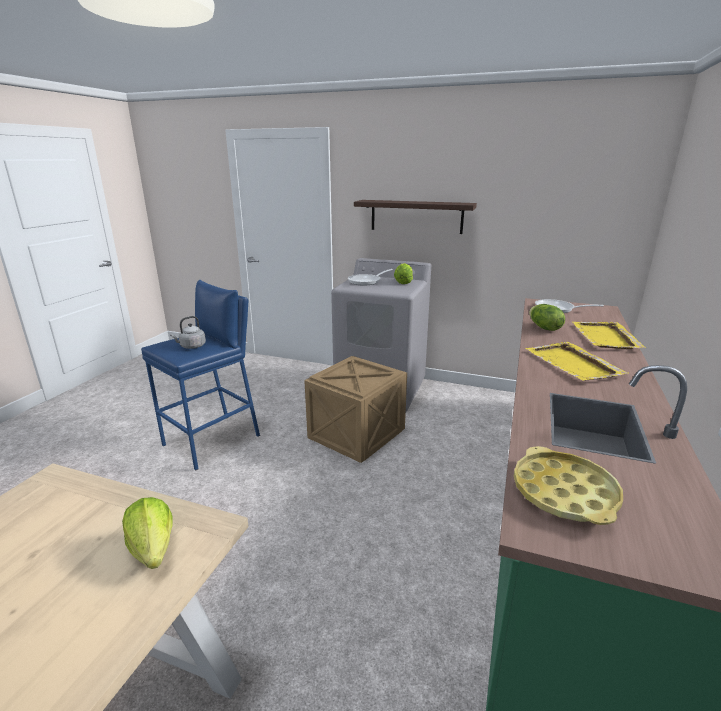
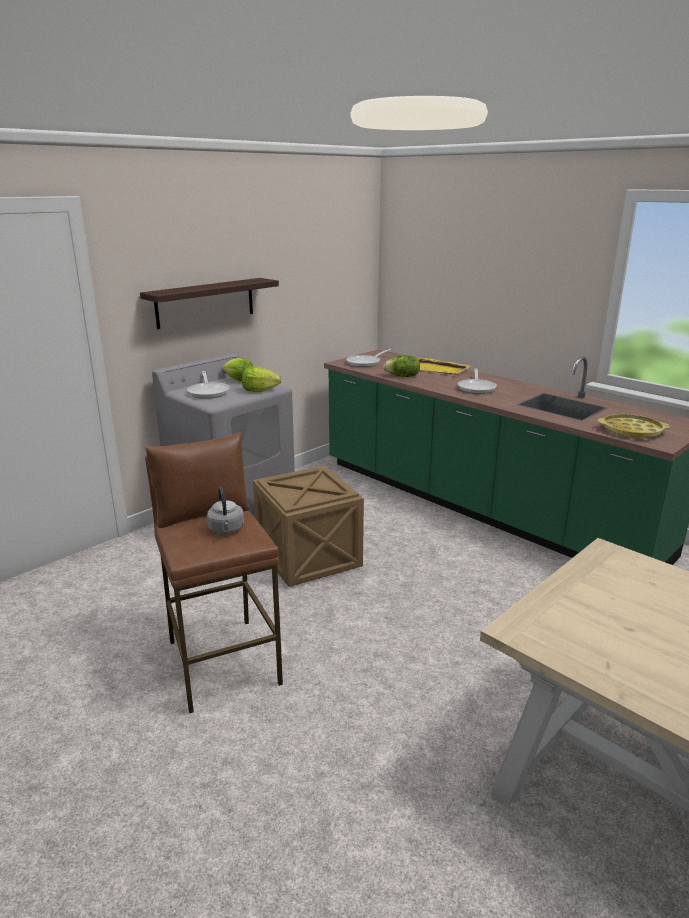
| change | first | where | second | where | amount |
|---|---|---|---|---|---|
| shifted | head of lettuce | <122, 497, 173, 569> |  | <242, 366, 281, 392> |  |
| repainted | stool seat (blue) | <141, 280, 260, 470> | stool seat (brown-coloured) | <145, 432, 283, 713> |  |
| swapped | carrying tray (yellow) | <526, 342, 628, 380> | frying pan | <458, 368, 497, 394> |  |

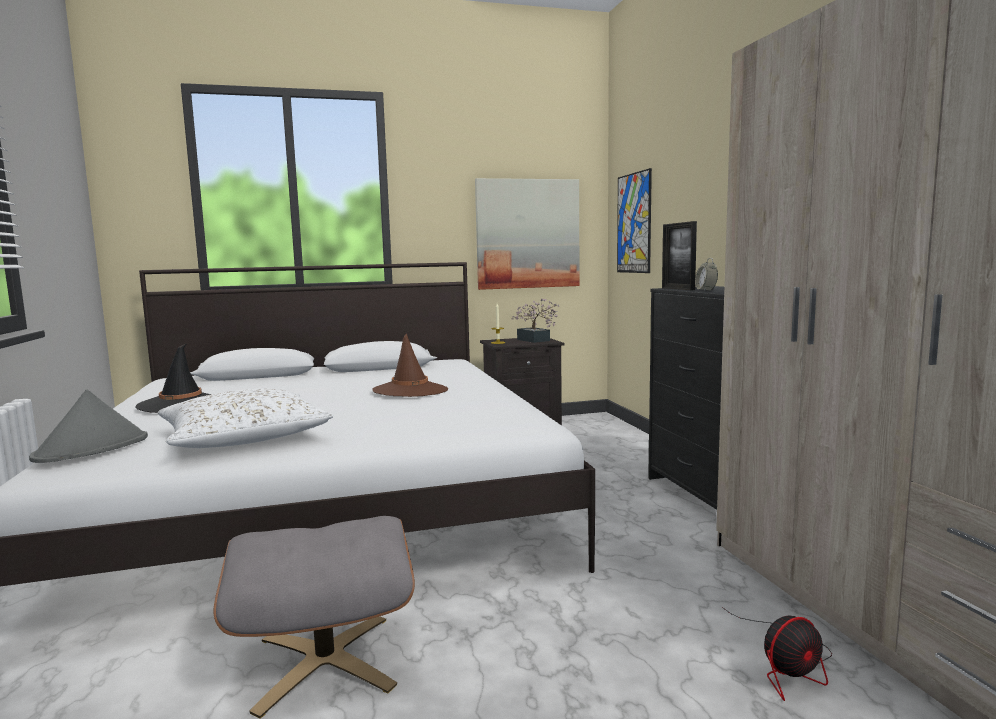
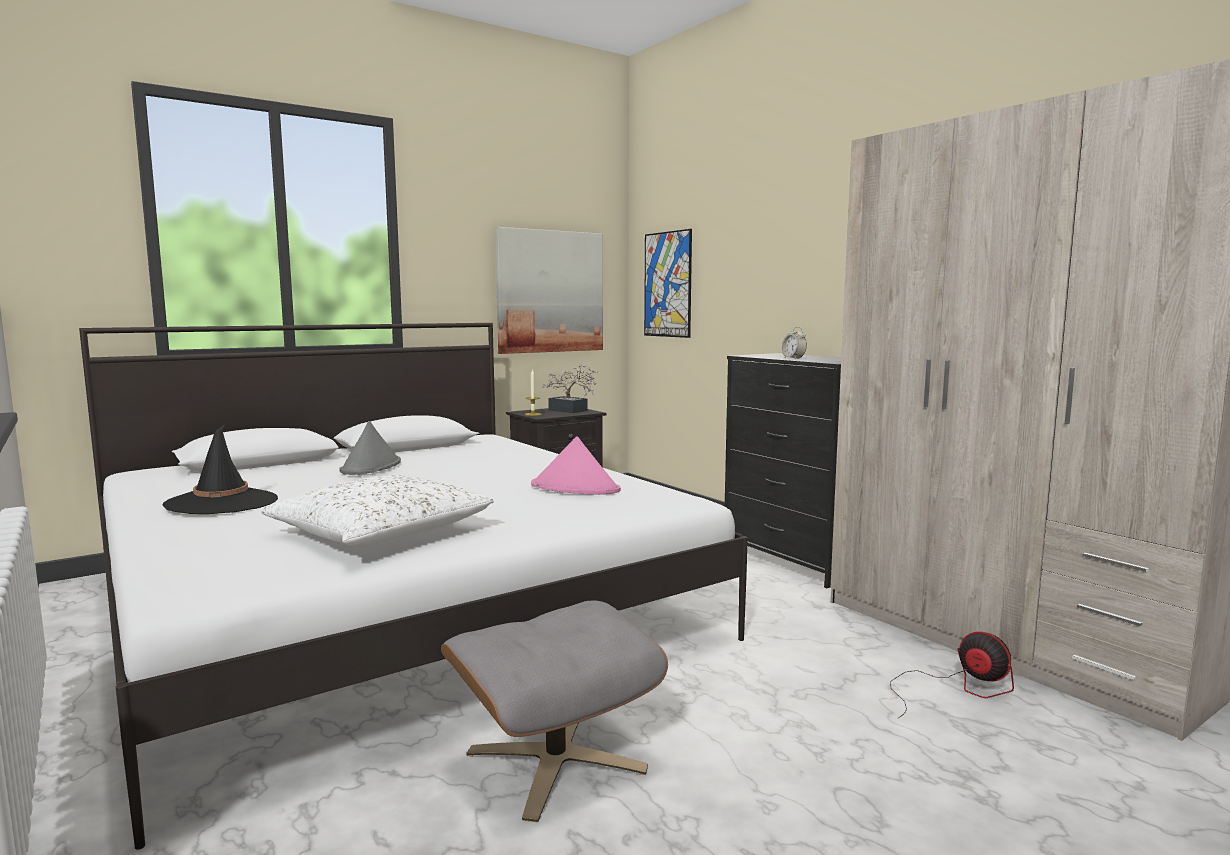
| change | first | where | second | where | amount |
|---|---|---|---|---|---|
| shifted | wearable hat (grey) | <29, 390, 148, 463> |  | <339, 421, 401, 475> |  |
| gone | wearable hat (brown-coloured) | <372, 333, 448, 397> |  |  |  |
| gone | picture frame | <662, 221, 697, 290> |  |  |  |
| rotated | electric fan | <722, 607, 832, 701> |  | <890, 632, 1014, 718> | 90 degrees counterclockwise |
| new |  |  | wearable hat (pink) | <531, 436, 621, 495> |  |

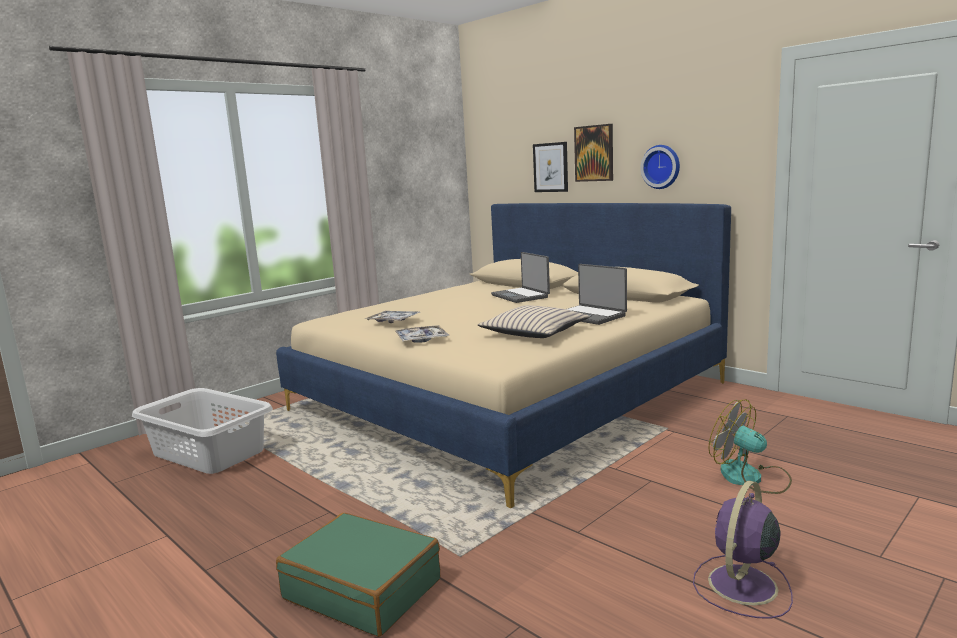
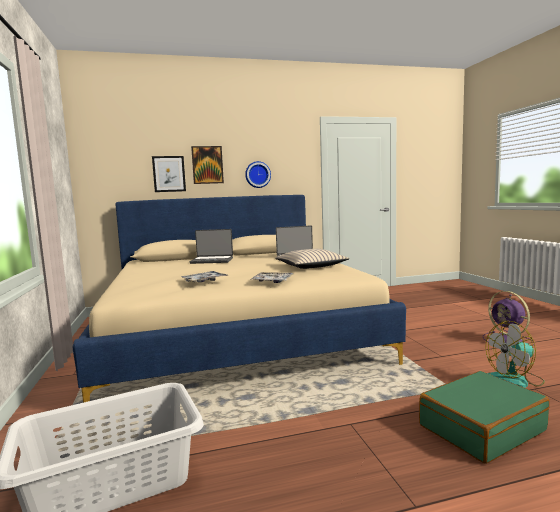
| change | first | where | second | where | amount |
|---|---|---|---|---|---|
| shifted | electric fan | <708, 399, 792, 494> |  | <486, 321, 545, 388> |  |

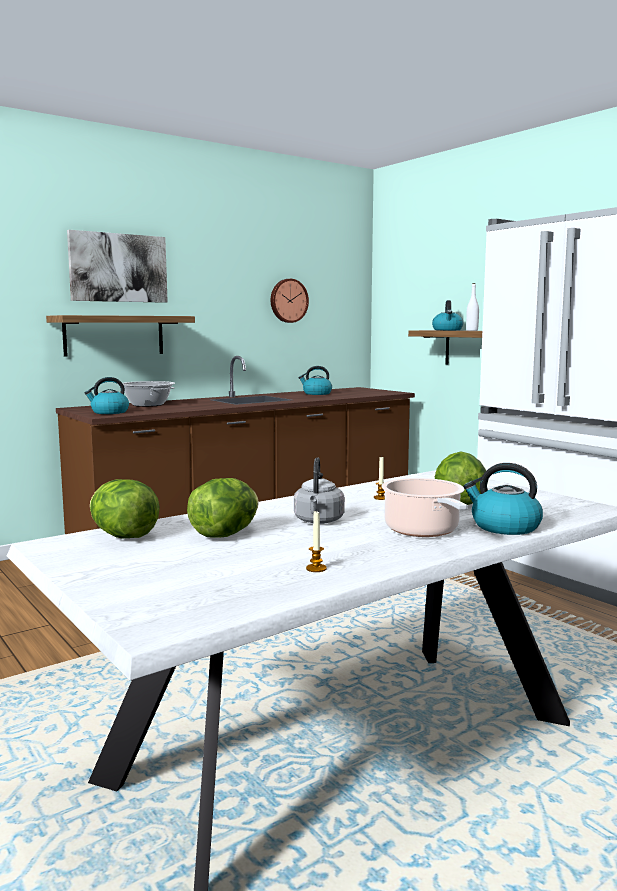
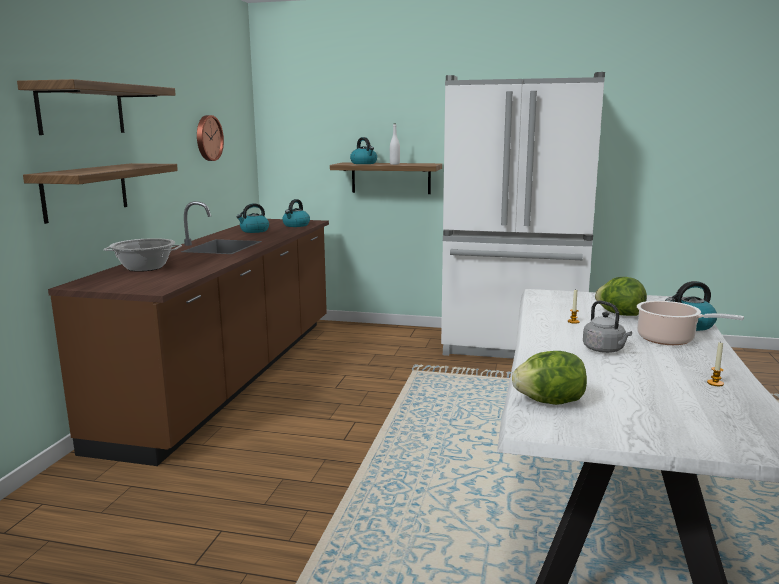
| change | first | where | second | where | amount |
|---|---|---|---|---|---|
| swapped | wall picture | <67, 230, 168, 303> | bracket shelf | <17, 79, 176, 135> |  |
| shifted | water kettle | <84, 377, 129, 414> |  | <282, 199, 310, 227> |  |
| gone | head of lettuce | <187, 478, 259, 538> |  |  |  |

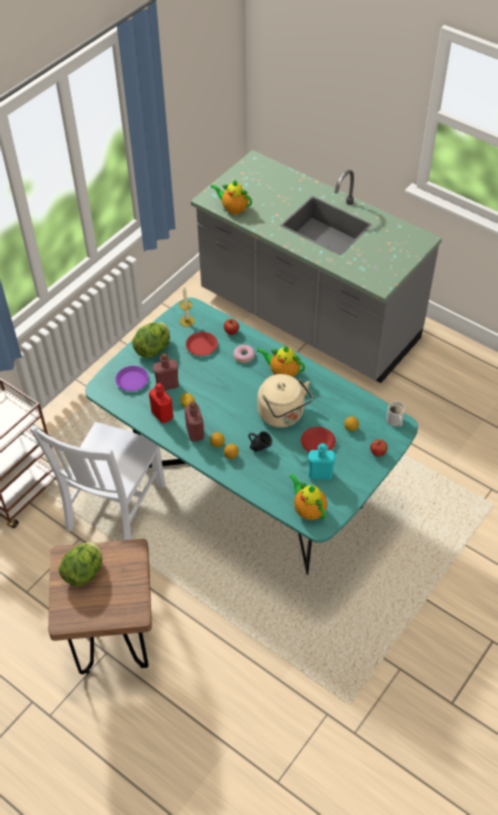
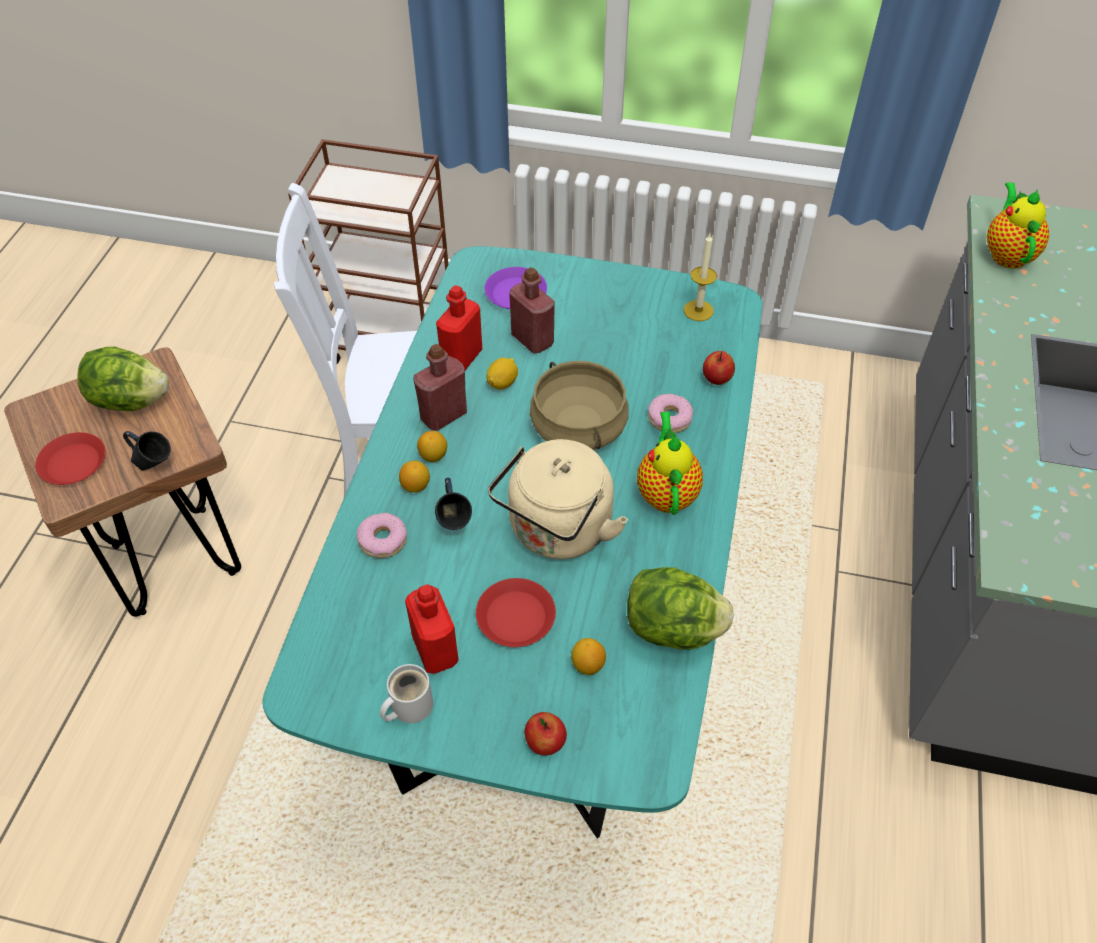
| change | first | where | second | where | amount |
|---|---|---|---|---|---|
| shifted | head of lettuce | <132, 322, 170, 358> |  | <627, 567, 734, 650> |  |
| shifted | flat dish (red) | <186, 332, 218, 356> |  | <35, 432, 106, 485> |  |
| gone | teapot | <289, 474, 327, 520> |  |  |  |
| repainted | drink bottle (blue-green) | <309, 443, 335, 480> | drink bottle (red) | <405, 584, 459, 674> |  |
| shifted | coffee mug (white) | <386, 402, 405, 427> |  | <380, 664, 433, 723> |  |
| new |  |  | coffee mug (blue) | <123, 431, 171, 470> |  |
| new |  |  | ring doughnut | <356, 513, 407, 558> |  |
| new |  |  | stockpot (beige-coloured) | <530, 361, 629, 450> |  |

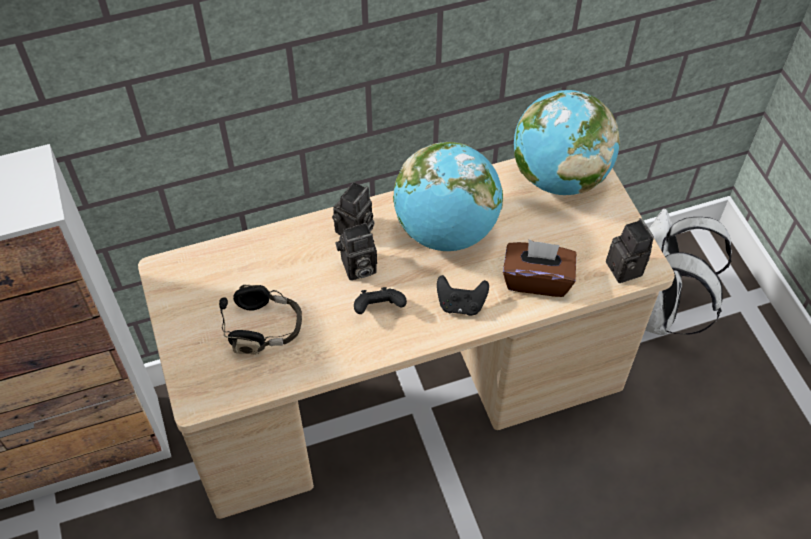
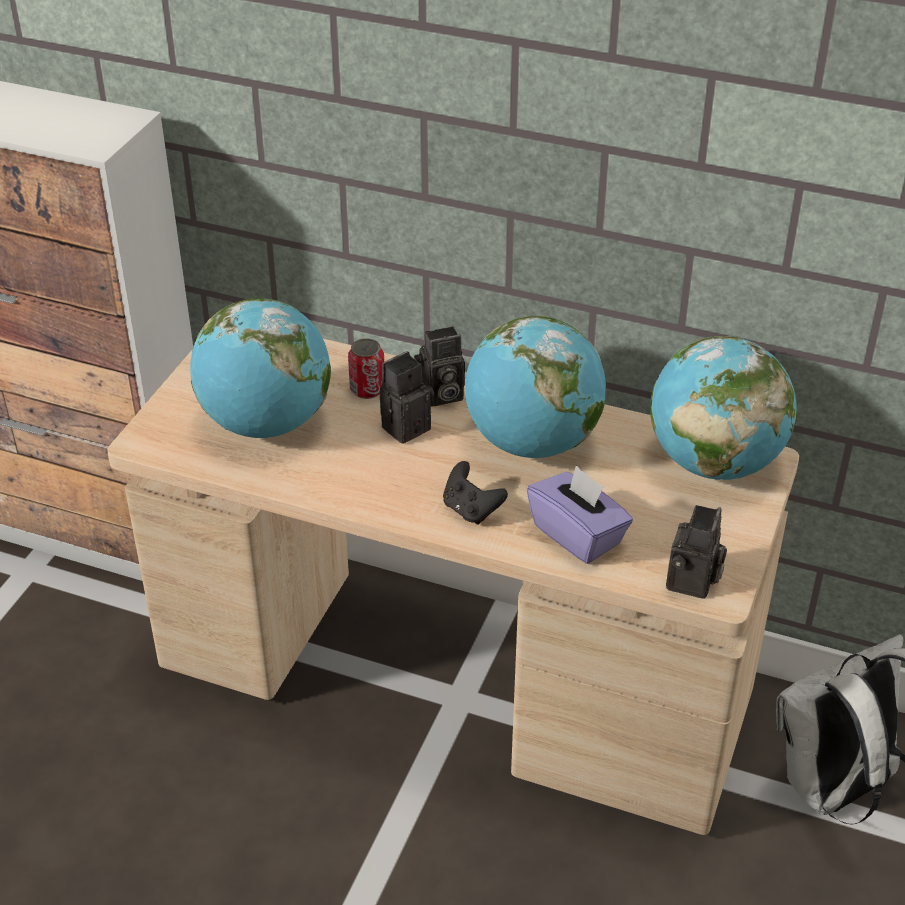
| change | first | where | second | where | amount |
|---|---|---|---|---|---|
| swapped | headset (black) | <219, 285, 302, 355> | globe | <190, 298, 331, 438> |  |
| rotated | still camera | <335, 223, 377, 280> |  | <380, 351, 434, 444> | 120 degrees clockwise |
| gone | gamepad (black) | <354, 287, 407, 314> |  |  |  |
| repainted | tissue box (brown-coloured) | <503, 240, 576, 297> | tissue box (purplish) | <527, 465, 633, 564> |  |
| new |  |  | can | <348, 339, 384, 399> |  |

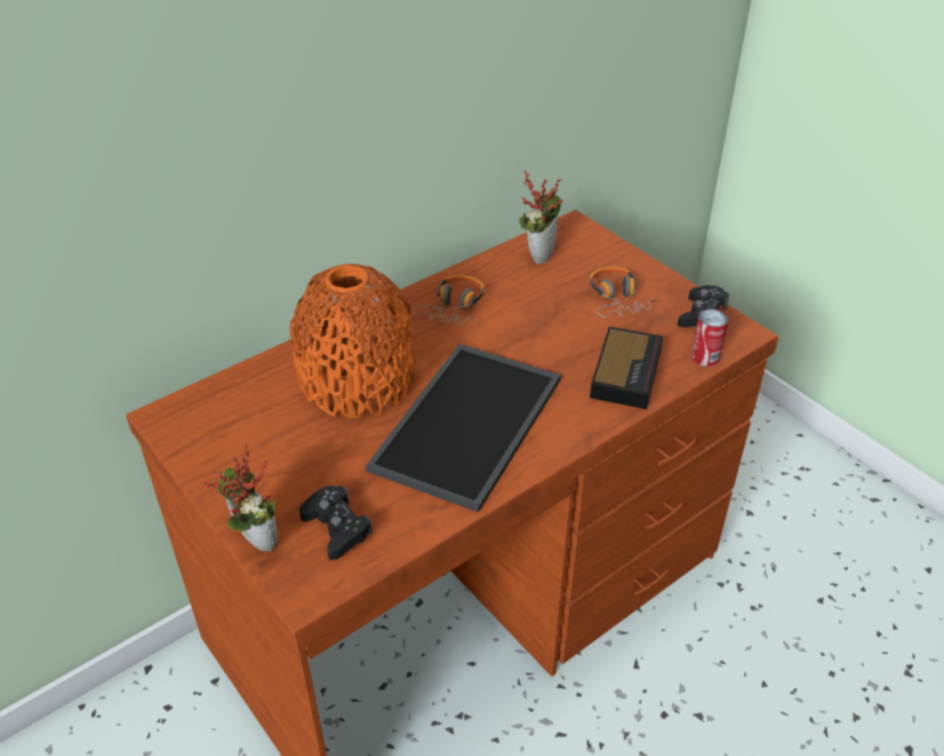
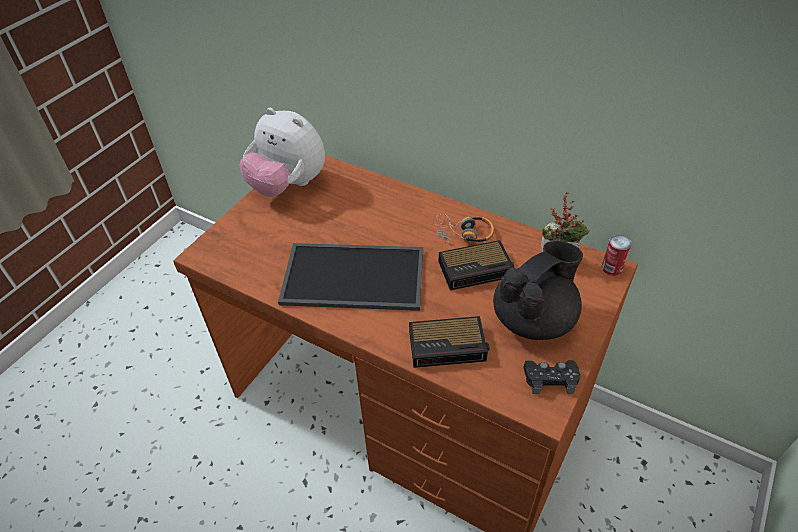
| change | first | where | second | where | amount |
|---|---|---|---|---|---|
| gone | plant in a pot | <203, 443, 278, 551> |  |  |  |
| gone | flower vase (orange) | <290, 263, 415, 419> |  |  |  |
| gone | gamepad (black) | <299, 486, 373, 560> |  |  |  |
| swapped | headset | <590, 267, 658, 317> | teapot (black) | <493, 241, 583, 340> |  |
| shifted | can | <691, 309, 728, 366> |  | <602, 235, 632, 276> |  |
| new |  |  | plush toy | <240, 108, 325, 197> |  |
| new |  |  | bedside clock | <439, 240, 514, 290> |  |

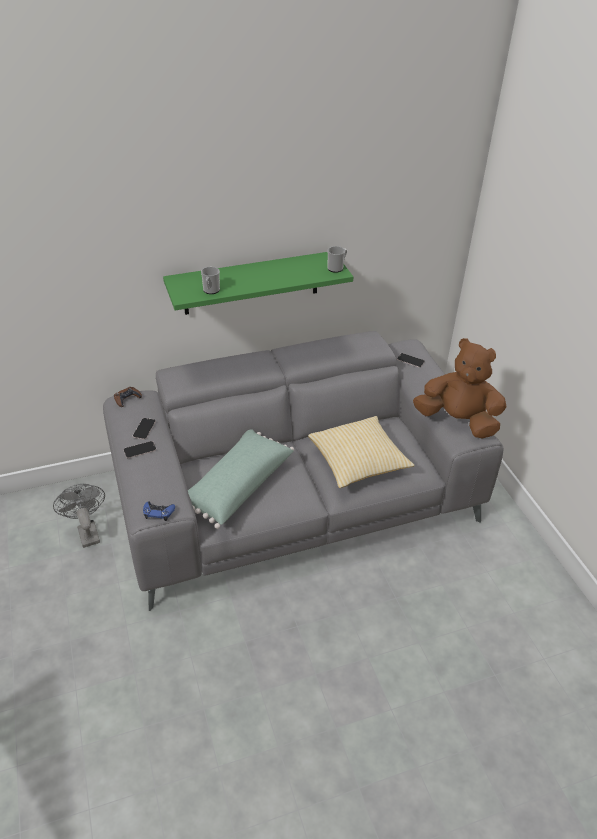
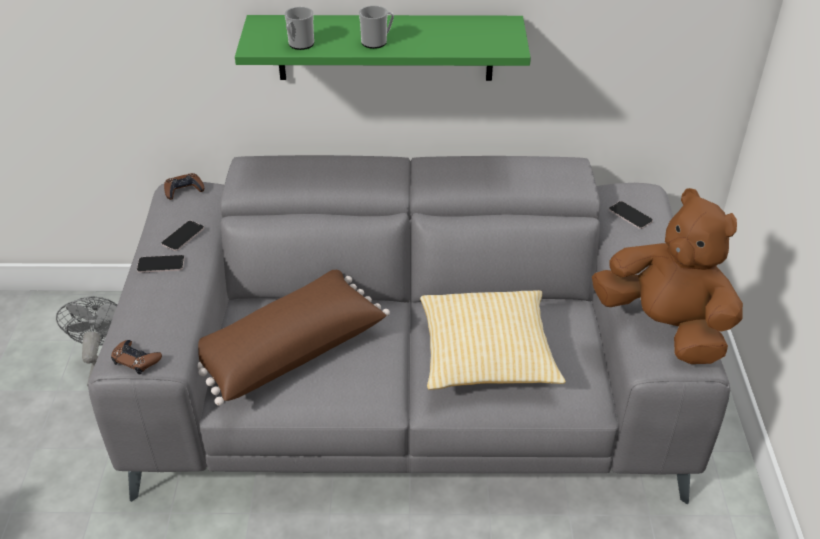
| change | first | where | second | where | amount |
|---|---|---|---|---|---|
| repainted | gamepad (blue) | <143, 501, 175, 521> | gamepad (brown-coloured) | <111, 340, 162, 375> |  |
| repainted | cushion (green) | <188, 429, 294, 529> | cushion (brown-coloured) | <198, 270, 390, 406> |  |
| shifted | coffee mug | <327, 246, 347, 273> |  | <359, 6, 394, 49> |  |

